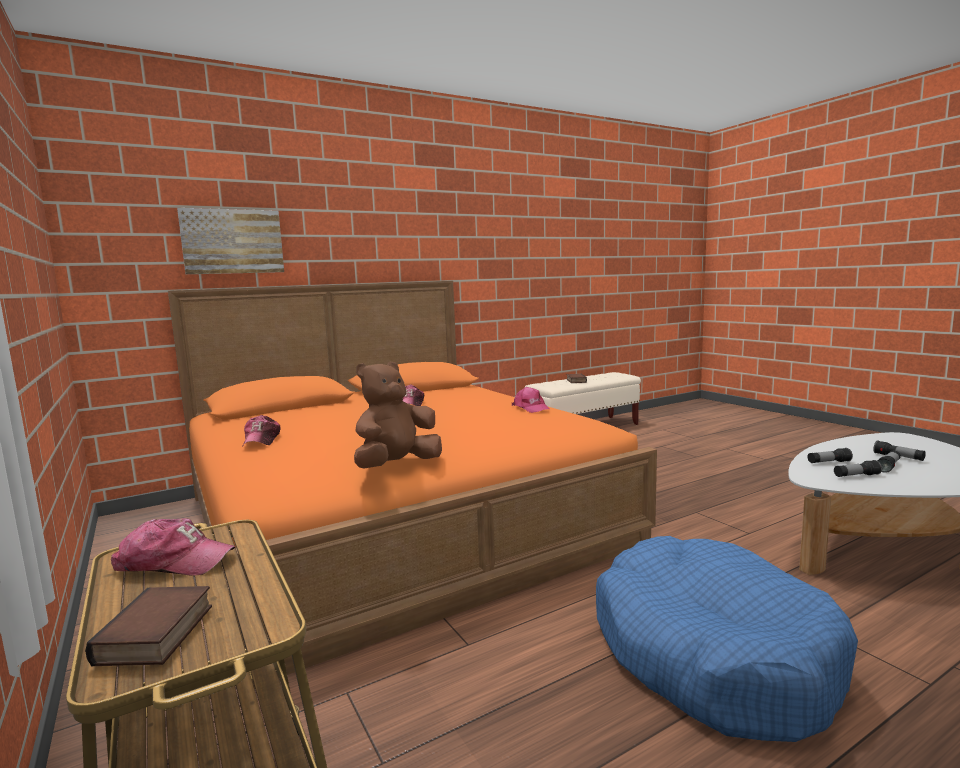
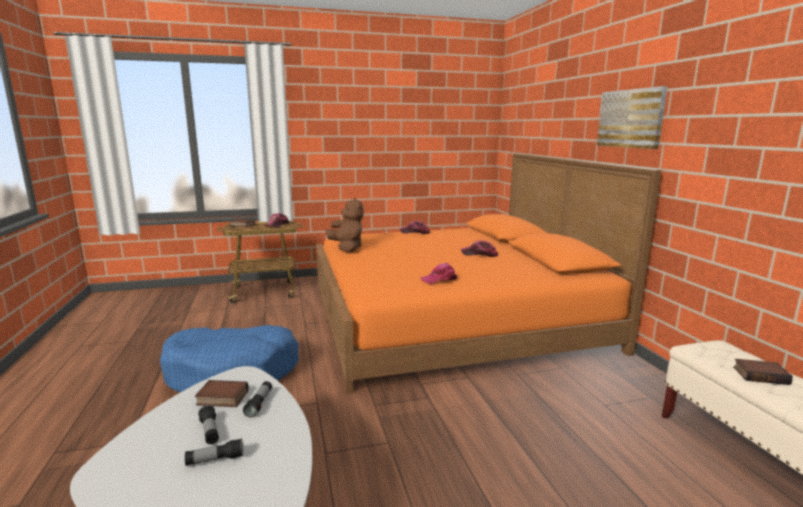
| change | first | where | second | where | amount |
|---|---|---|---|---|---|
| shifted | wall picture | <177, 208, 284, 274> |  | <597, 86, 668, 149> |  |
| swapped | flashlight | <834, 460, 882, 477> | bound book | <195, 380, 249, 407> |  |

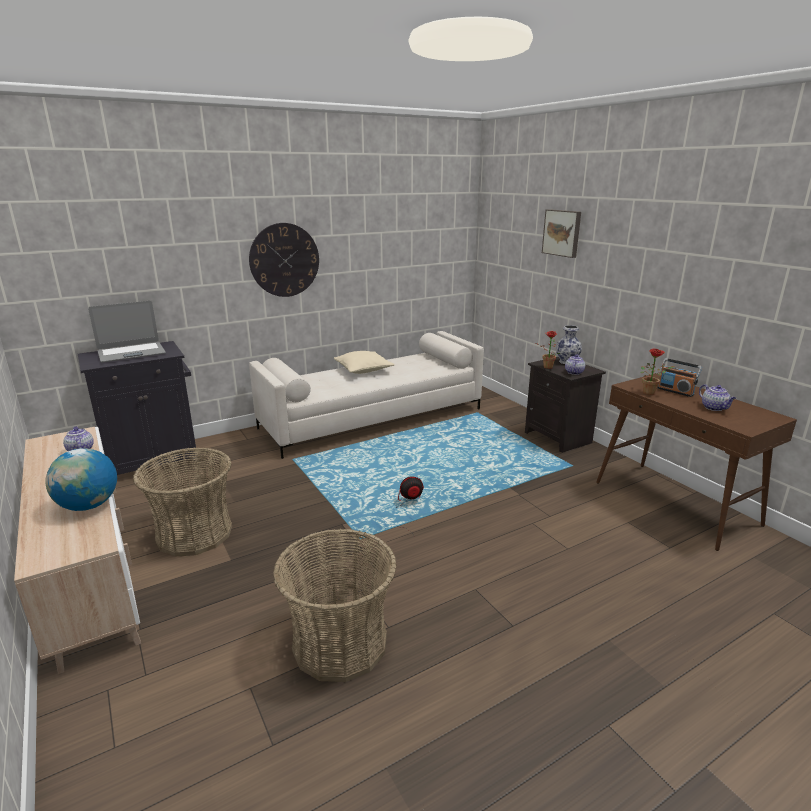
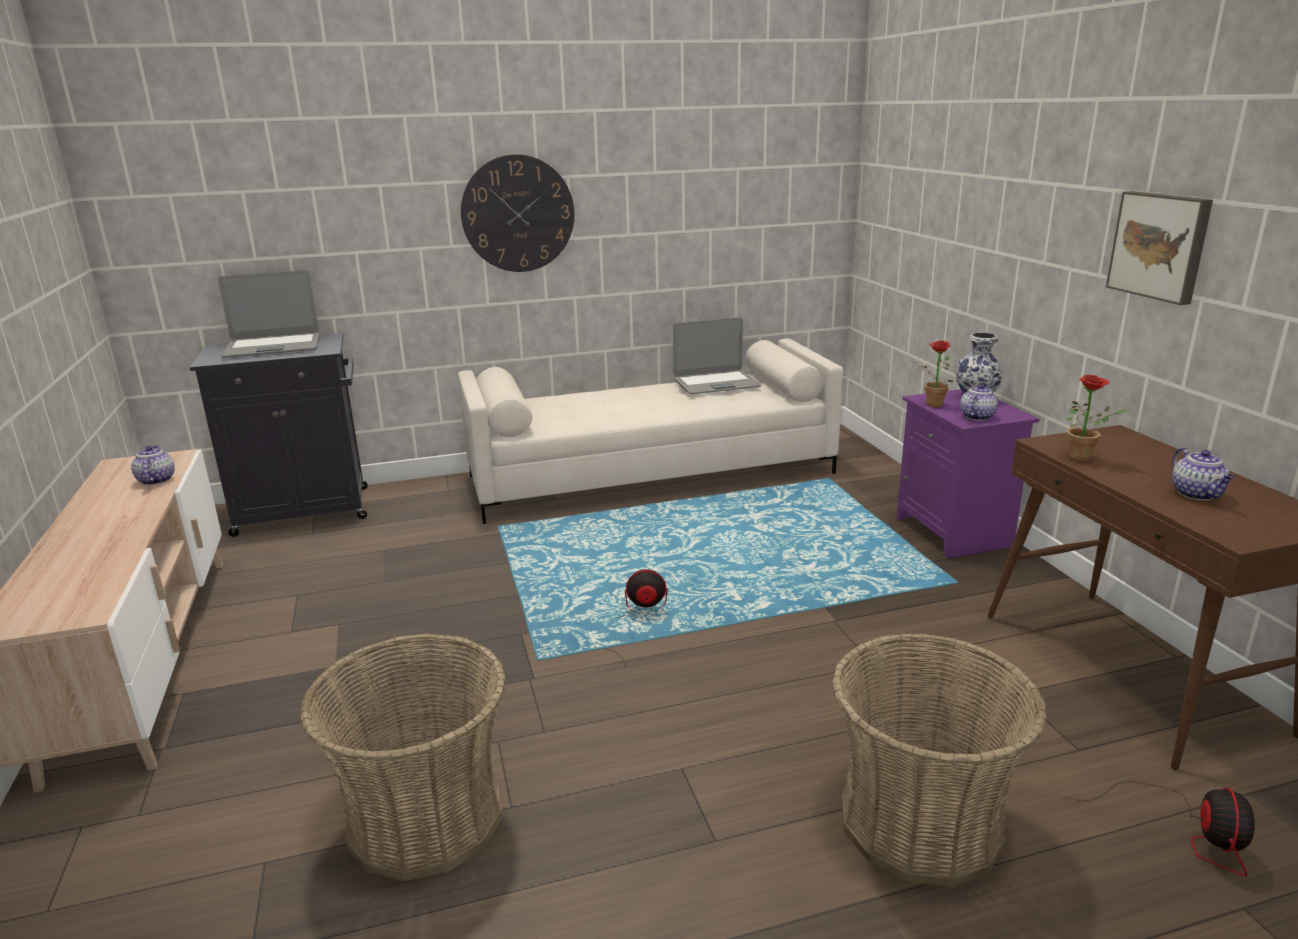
| change | first | where | second | where | amount |
|---|---|---|---|---|---|
| gone | globe | <45, 448, 117, 511> |  |  |  |
| shifted | storage basket | <133, 448, 232, 557> |  | <832, 633, 1047, 887> |  |
| gone | cushion (beige-coloured) | <333, 351, 395, 374> |  |  |  |
| repainted | bedside table (black) | <525, 357, 606, 453> | bedside table (purplish) | <896, 389, 1039, 559> |  |
| shifted | wall picture | <542, 209, 581, 258> |  | <1106, 191, 1213, 305> |  |
| gone | radio receiver | <657, 358, 702, 397> |  |  |  |
| new |  |  | portable computer | <673, 317, 761, 394> |  |
| new |  |  | electric fan | <1063, 781, 1255, 877> |  |

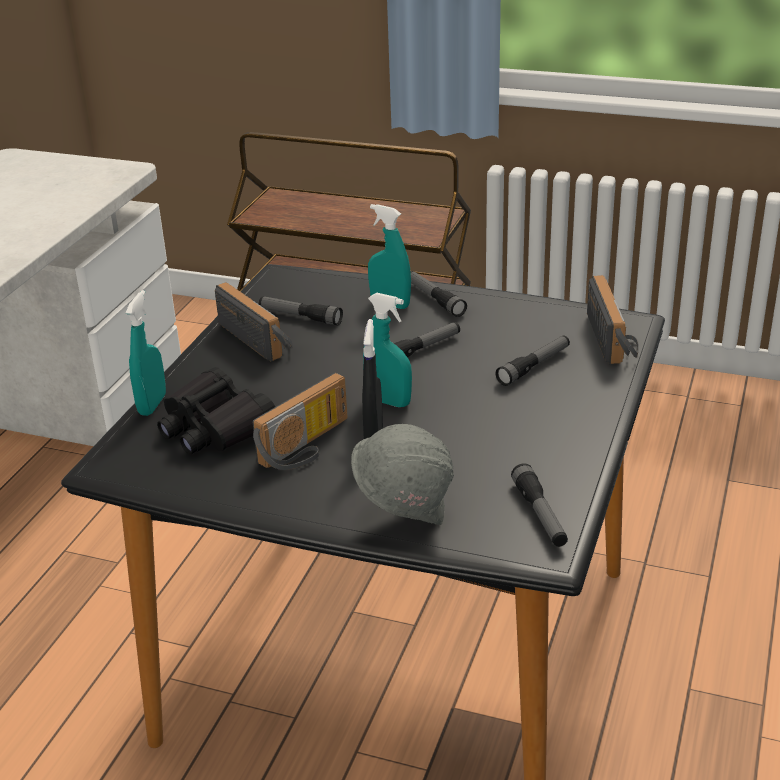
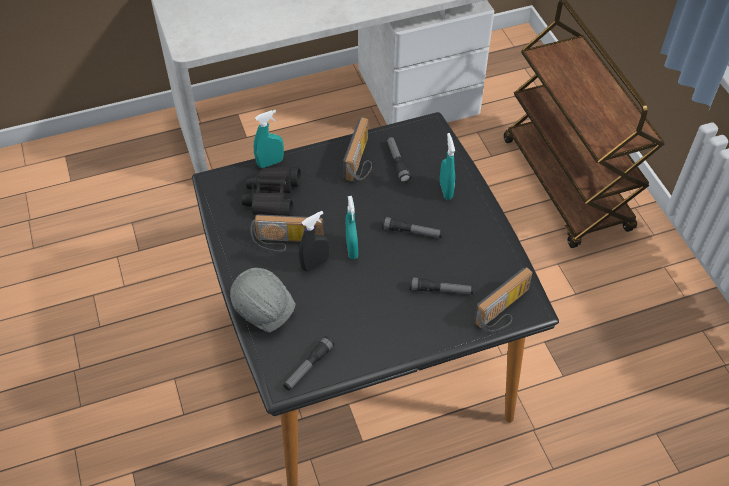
| change | first | where | second | where | amount |
|---|---|---|---|---|---|
| gone | flashlight | <410, 271, 467, 317> |  |  |  |

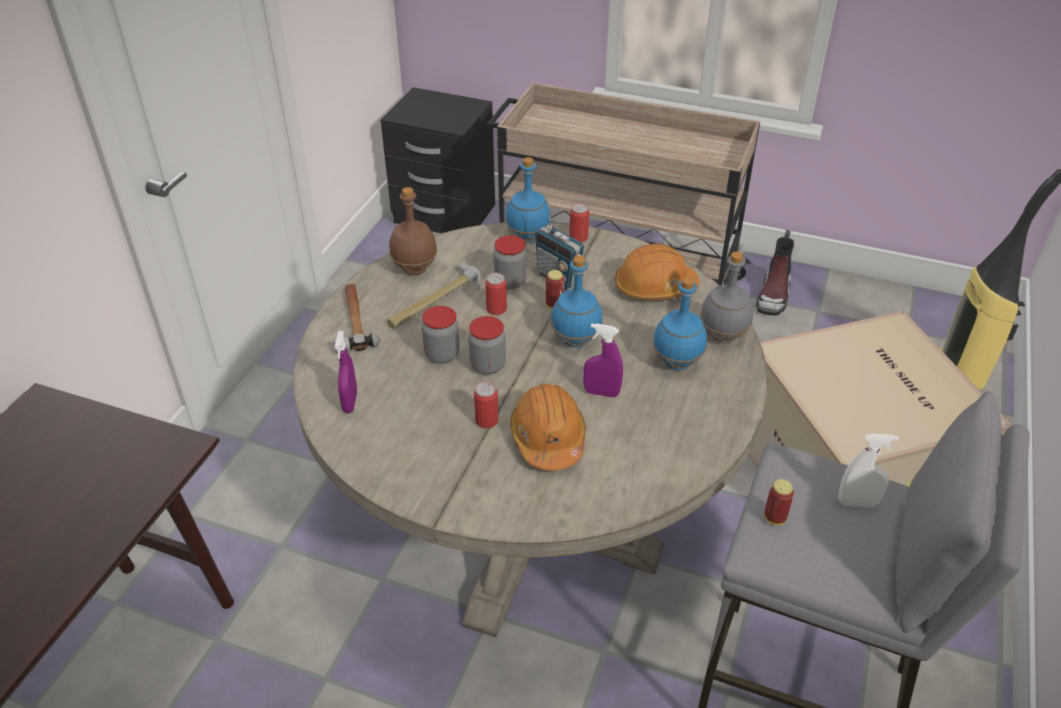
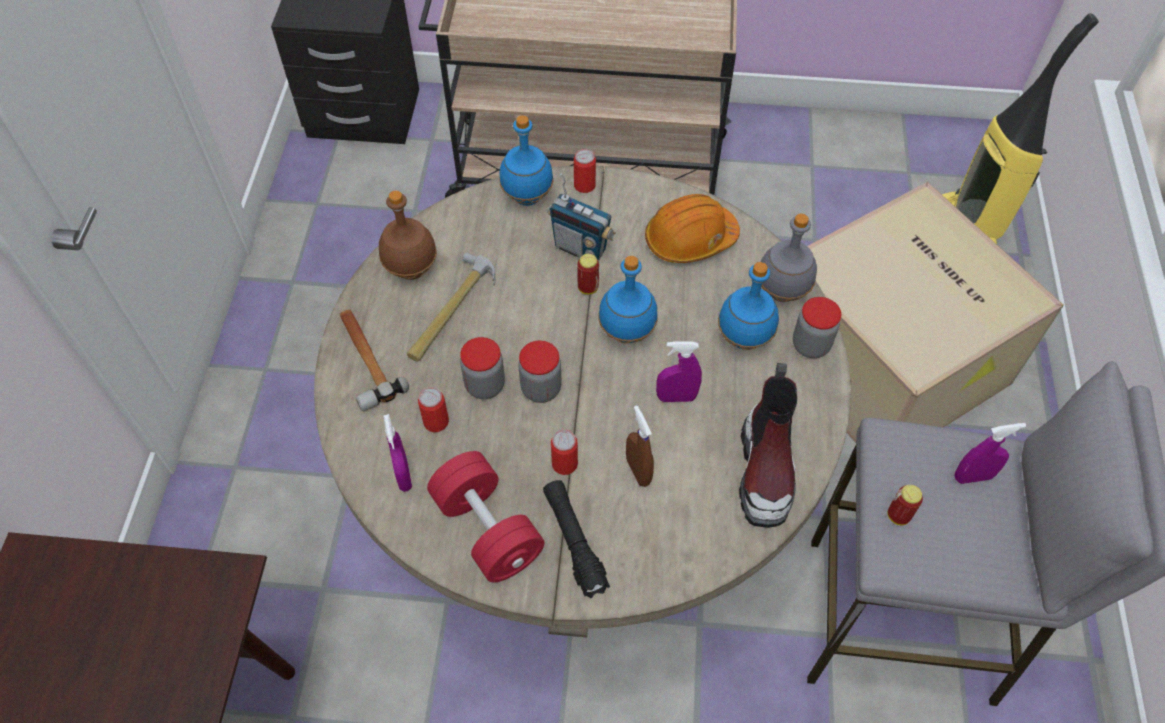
| change | first | where | second | where | amount |
|---|---|---|---|---|---|
| shifted | can | <485, 273, 507, 315> |  | <418, 387, 449, 432> |  |
| shifted | jar | <493, 235, 527, 289> |  | <793, 297, 841, 358> |  |
| swapped | safety helmet (orange) | <510, 383, 586, 471> | spray bottle (brown-coloured) | <626, 406, 654, 487> |  |
| shifted | boot | <756, 230, 794, 315> |  | <739, 363, 797, 528> |  |
| repainted | spray bottle (white) | <838, 434, 899, 508> | spray bottle (purplish) | <954, 423, 1026, 484> |  |
| new |  |  | dumbbell (red) | <427, 451, 544, 583> |  |
| new |  |  | flashlight (black) | <543, 480, 610, 598> |  |

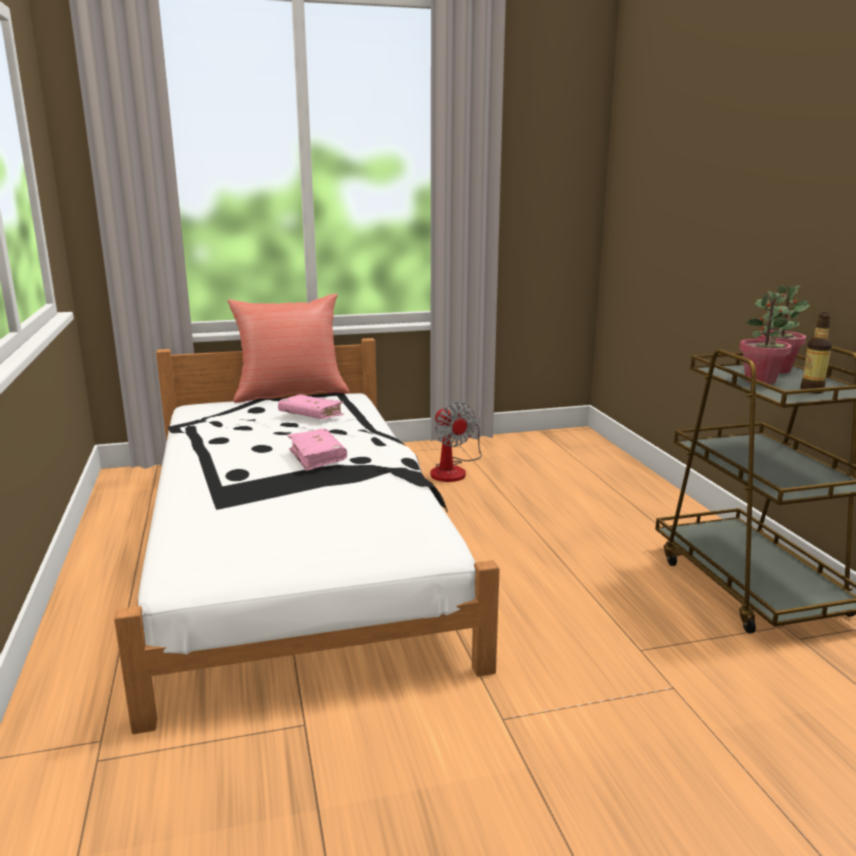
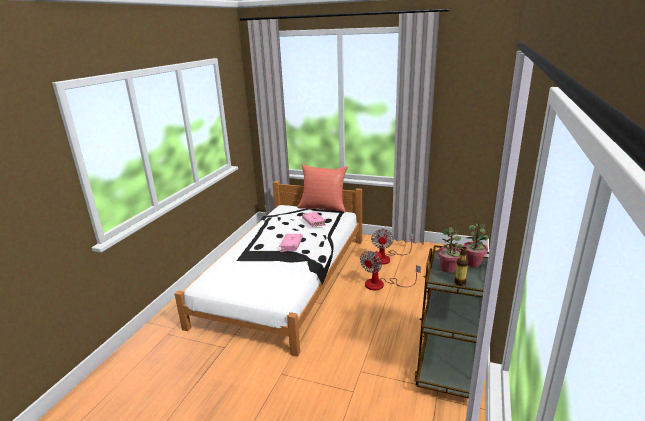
| change | first | where | second | where | amount |
|---|---|---|---|---|---|
| new |  |  | electric fan | <360, 251, 421, 291> |  |

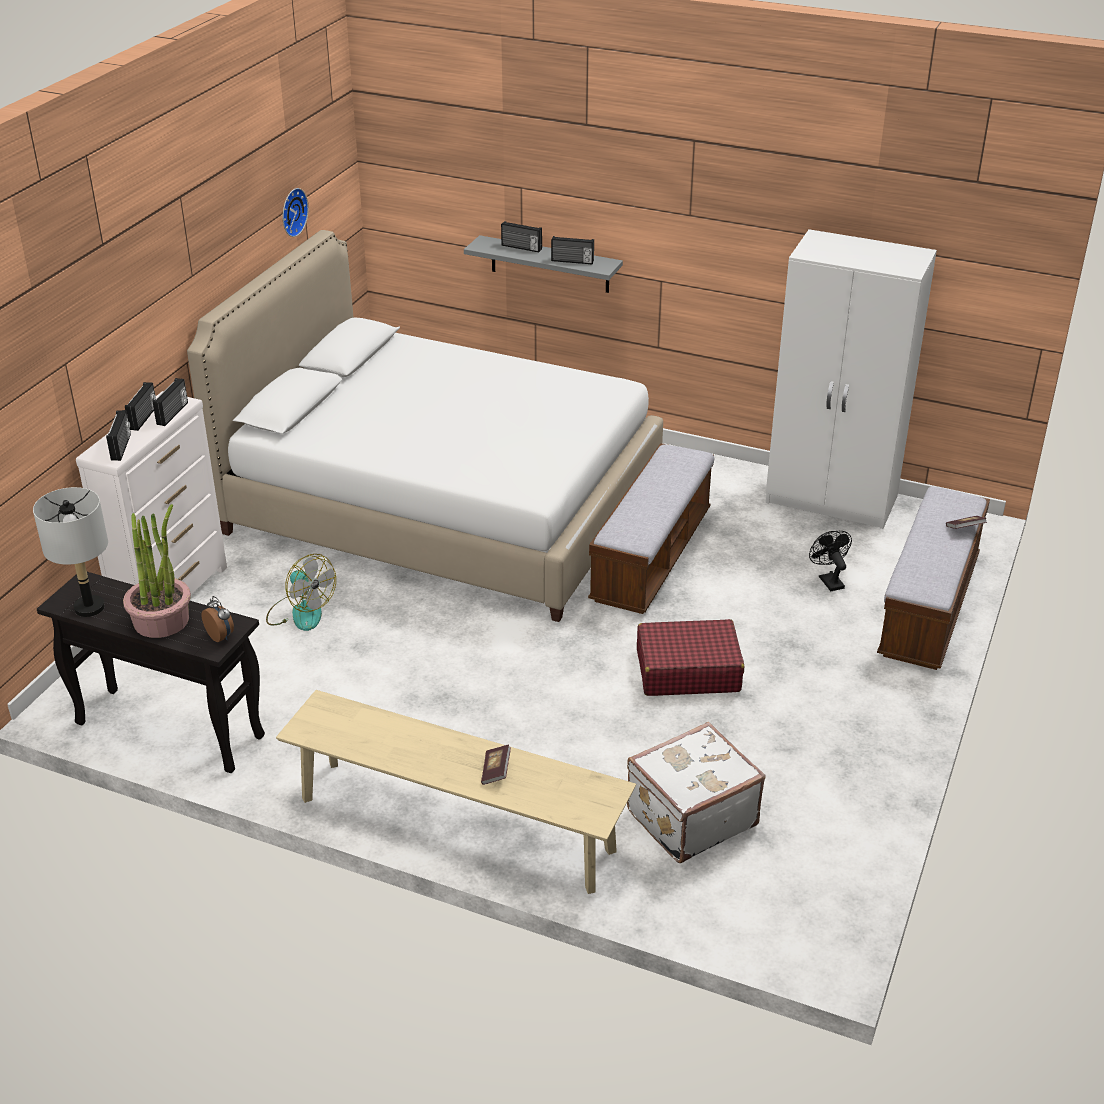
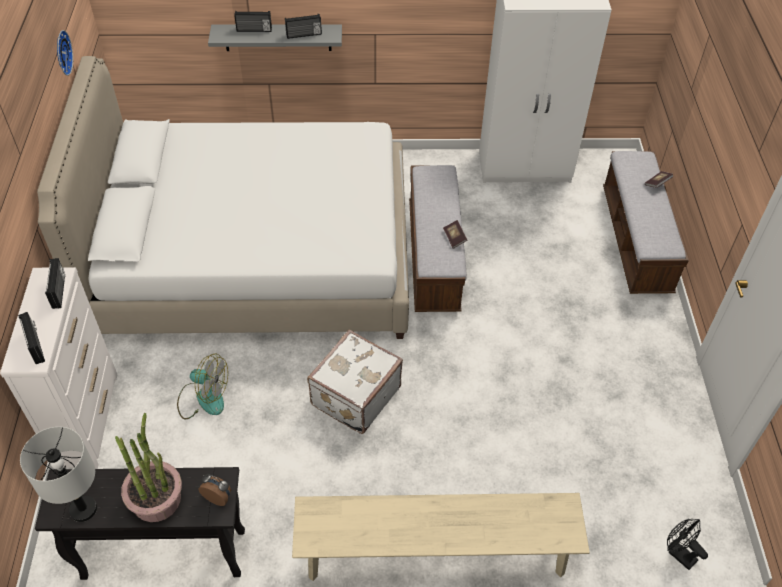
| change | first | where | second | where | amount |
|---|---|---|---|---|---|
| gone | radio receiver | <125, 382, 156, 431> |  |  |  |
| shifted | bound book | <481, 745, 511, 785> |  | <443, 220, 467, 249> |  |
| shifted | travel case (white) | <627, 722, 765, 863> |  | <307, 330, 403, 434> |  |
| gone | travel case (red) | <637, 619, 744, 696> |  |  |  |
| shifted | electric fan (black) | <809, 531, 852, 591> |  | <667, 519, 708, 570> |  |

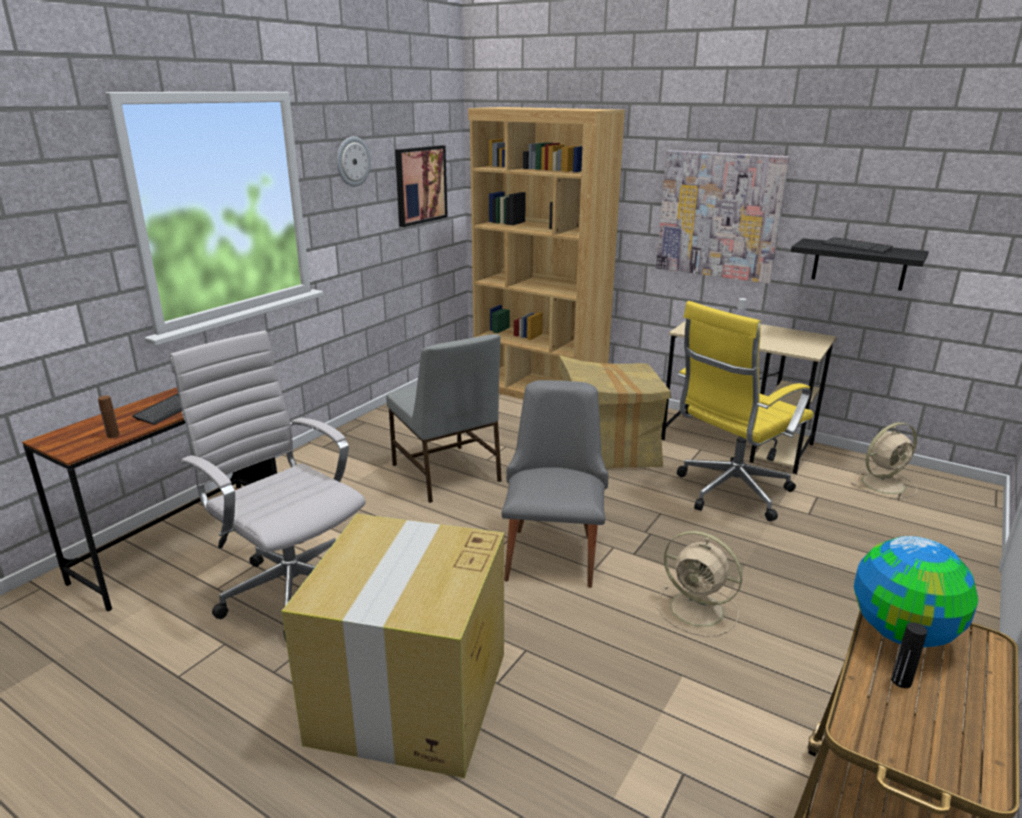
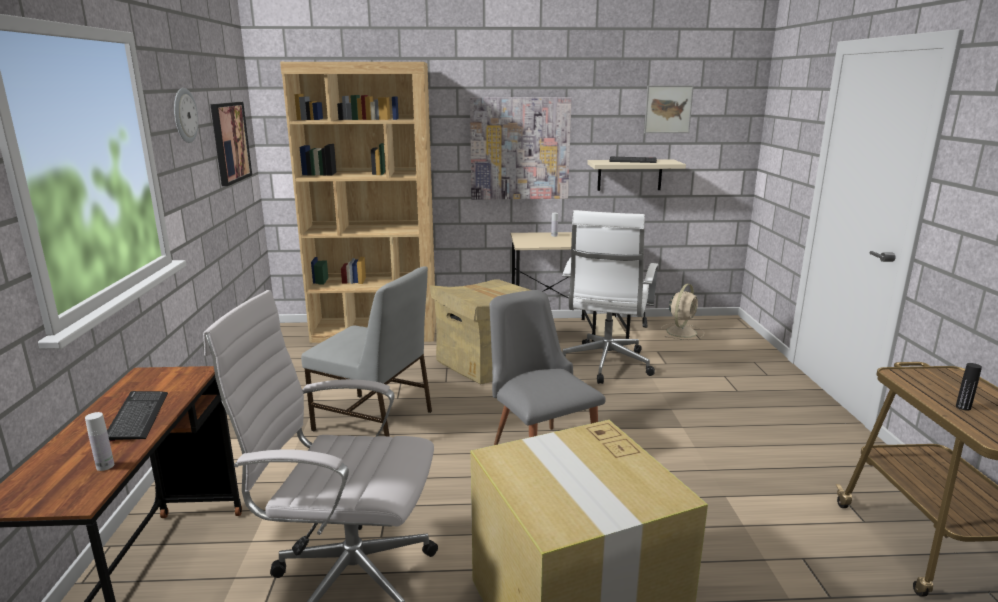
| change | first | where | second | where | amount |
|---|---|---|---|---|---|
| repainted | drink bottle (brown-coloured) | <98, 396, 120, 438> | drink bottle (white) | <85, 412, 114, 471> |  |
| gone | electric fan (beige-coloured) | <657, 531, 743, 637> |  |  |  |
| repainted | office chair (yellow) | <677, 301, 813, 521> | office chair (white) | <562, 210, 658, 384> |  |
| repainted | bracket shelf (black) | <791, 238, 929, 291> | bracket shelf (beige-coloured) | <587, 160, 686, 191> |  |
| gone | globe | <854, 536, 978, 647> |  |  |  |
| new |  |  | wall picture | <644, 85, 694, 133> |  |

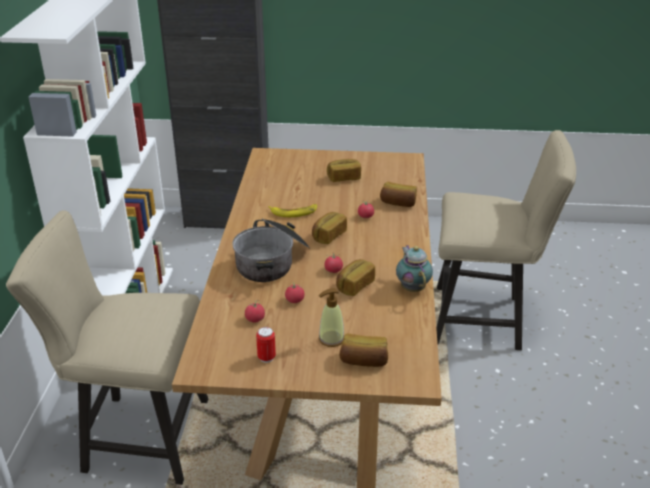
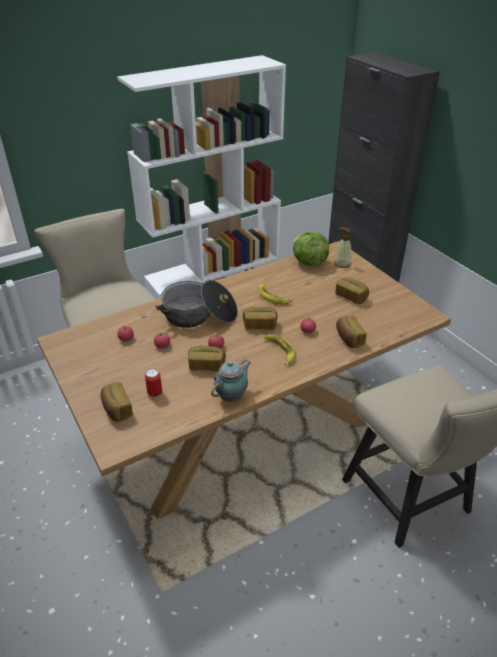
| change | first | where | second | where | amount |
|---|---|---|---|---|---|
| shifted | can | <256, 327, 276, 363> |  | <145, 369, 162, 398> |  |
| shifted | soap dispenser | <319, 288, 344, 347> |  | <334, 228, 351, 268> |  |
| new |  |  | banana | <264, 334, 296, 365> |  |
| new |  |  | head of lettuce | <293, 231, 329, 266> |  |

